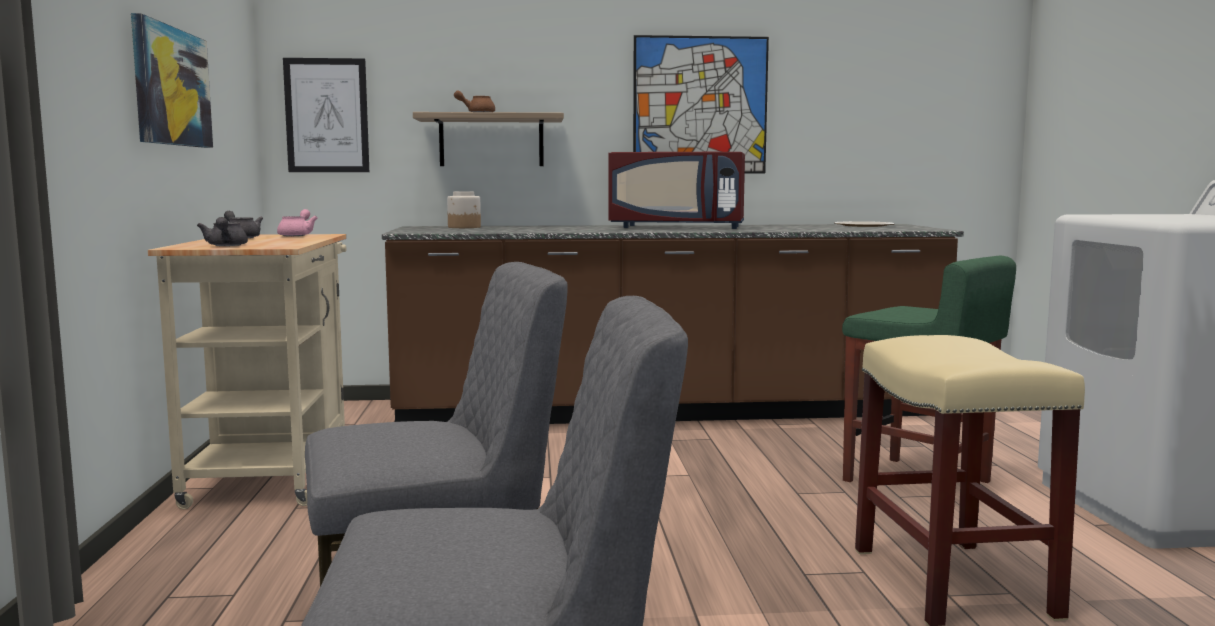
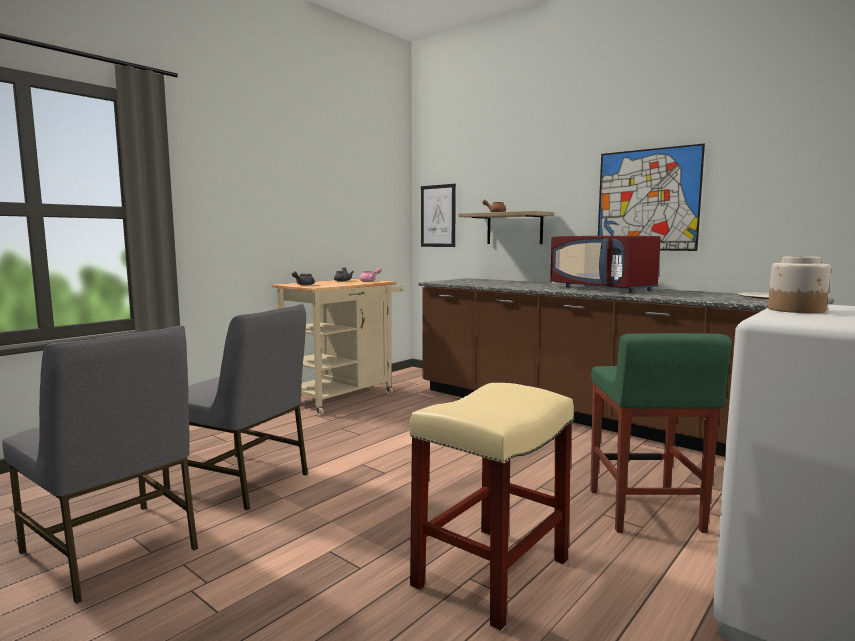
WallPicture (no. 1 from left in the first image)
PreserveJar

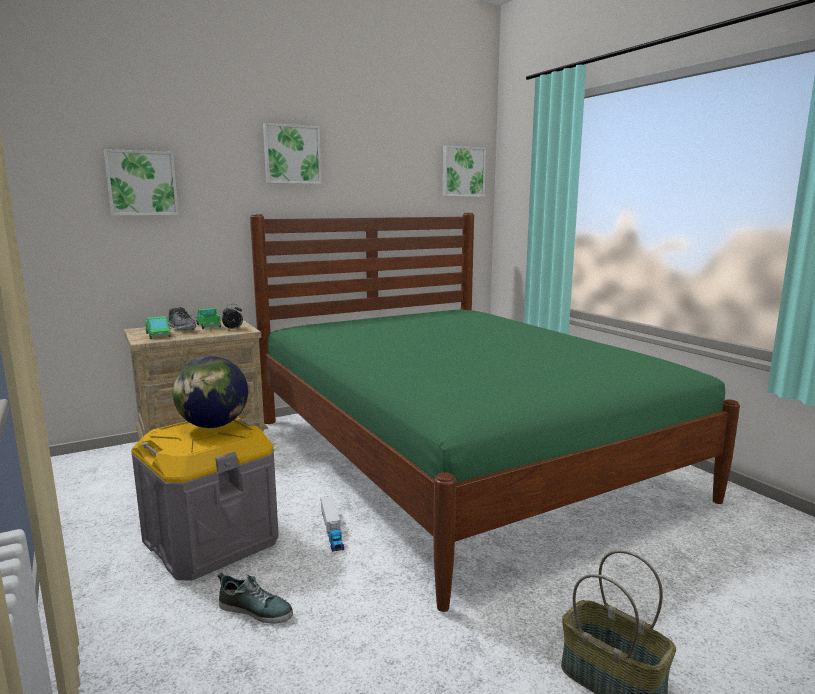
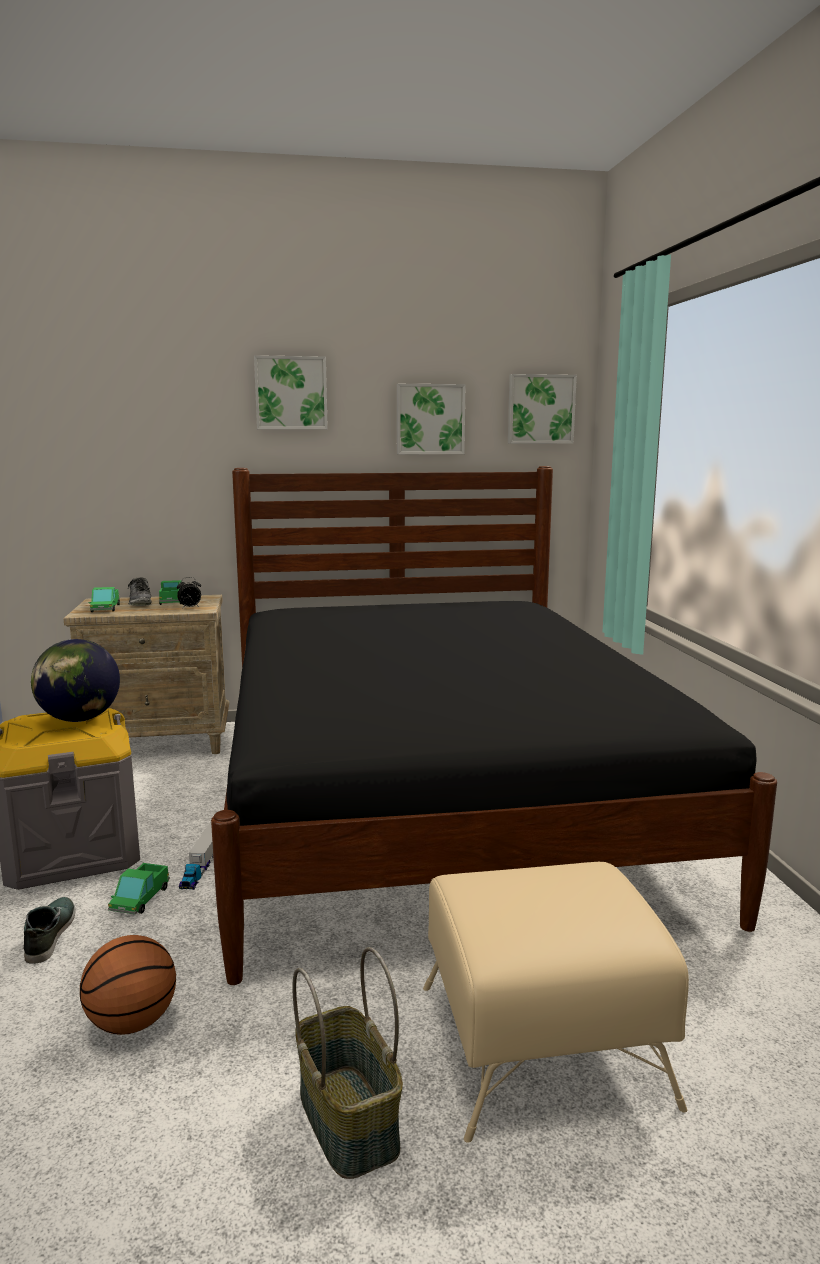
WallPicture (no. 2 from left)
BlackBed
LowShoe (no. 1 from left)
BeigeFootrest
ModelTruck (no. 2 from left)
BasketballBall

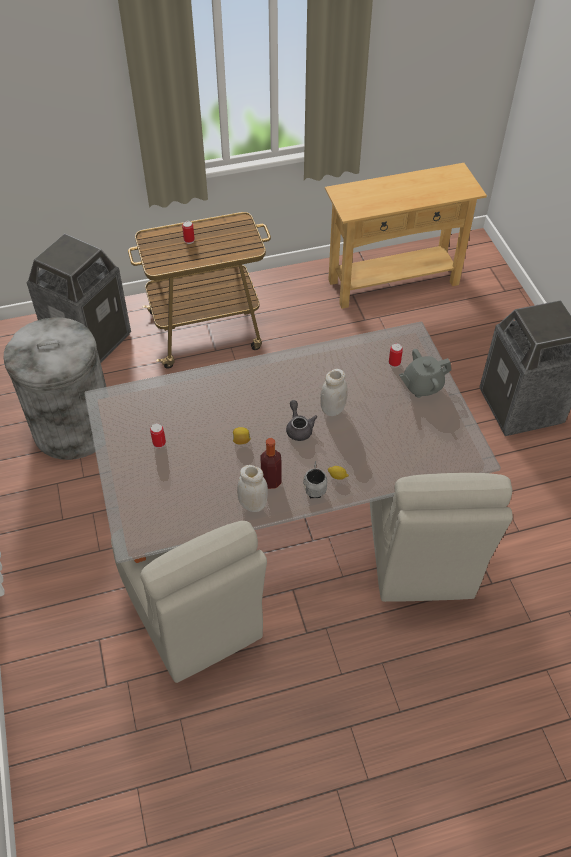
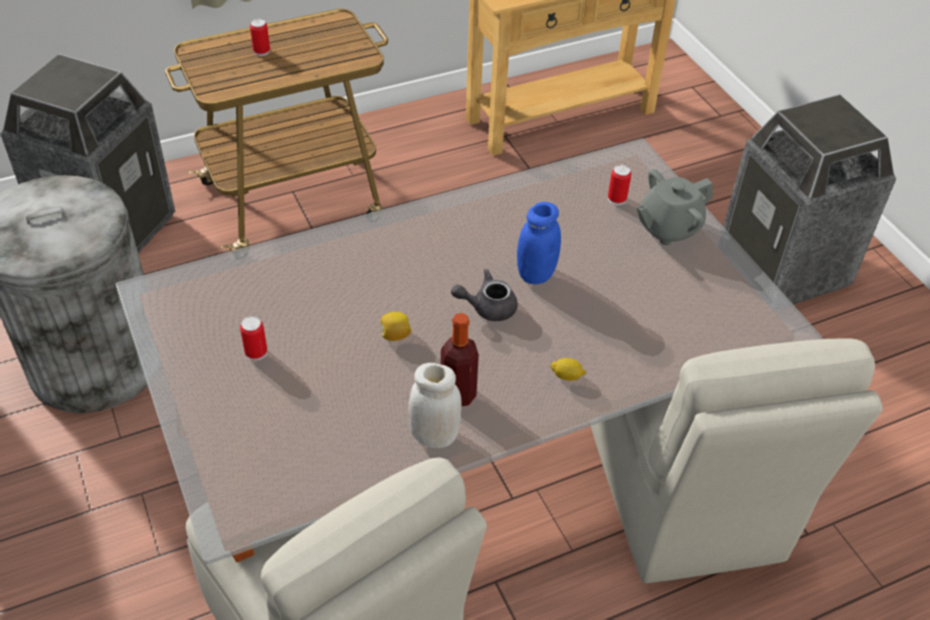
BluePreserveJar
GrayTeapot (no. 1 from left)
GrayMug

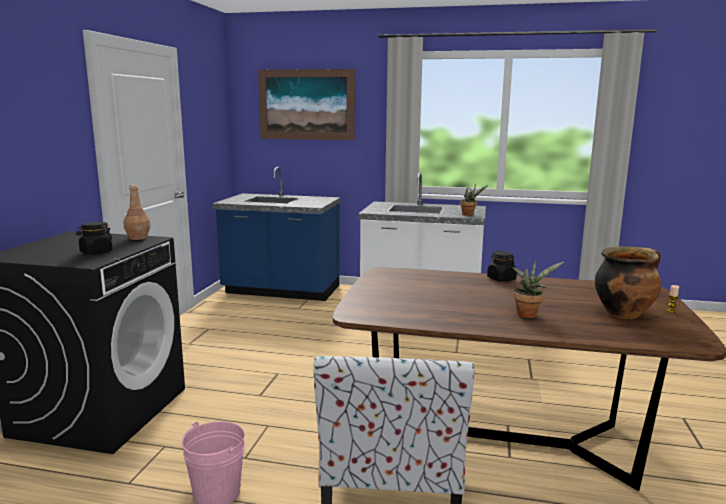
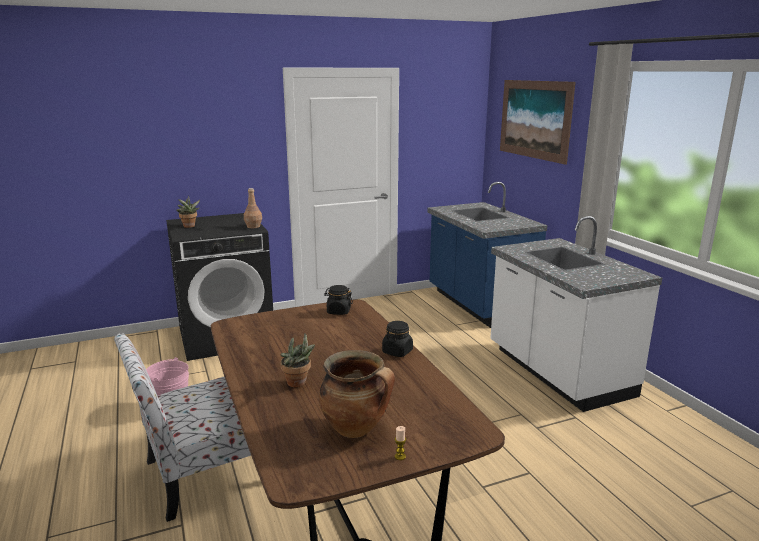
Houseplant (no. 1 from left)
BlackPreserveJar (no. 1 from left)

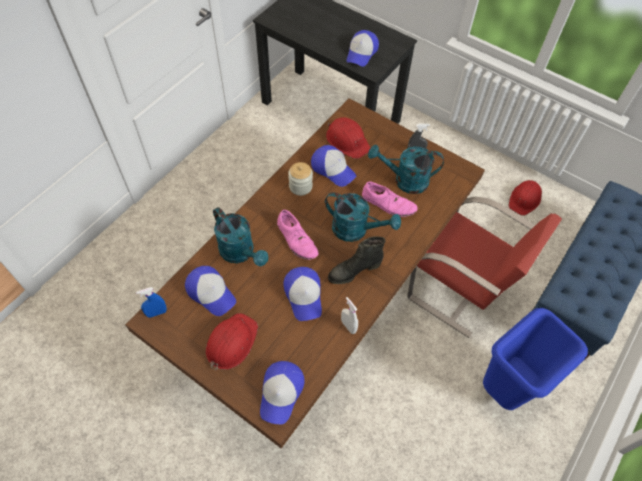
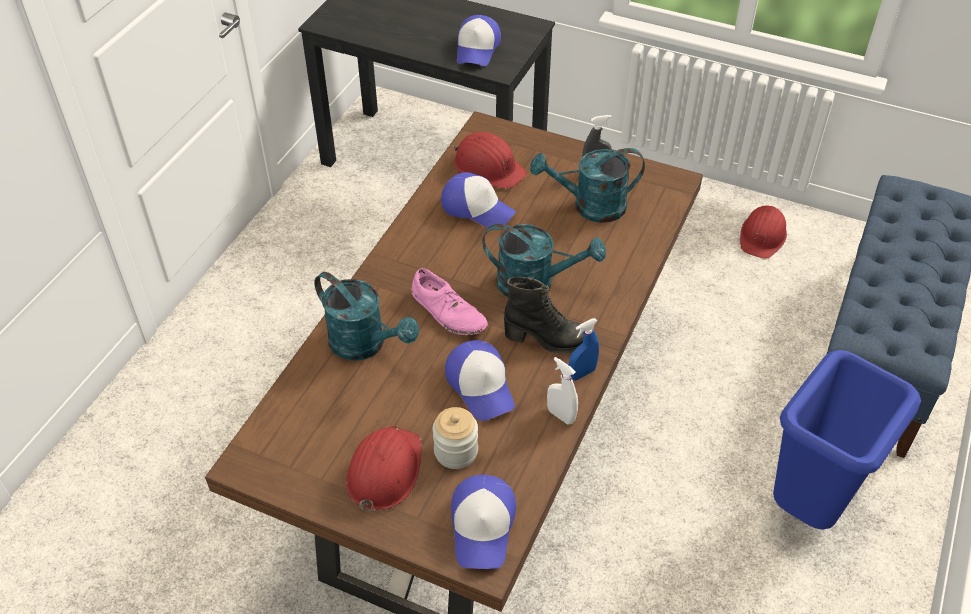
PreserveJar
PinkishLowShoe (no. 2 from left in the first image)
ReddishChair
BlackHighTopBoot
BaseballCap (no. 1 from left in the first image)
BlueHandSprayer

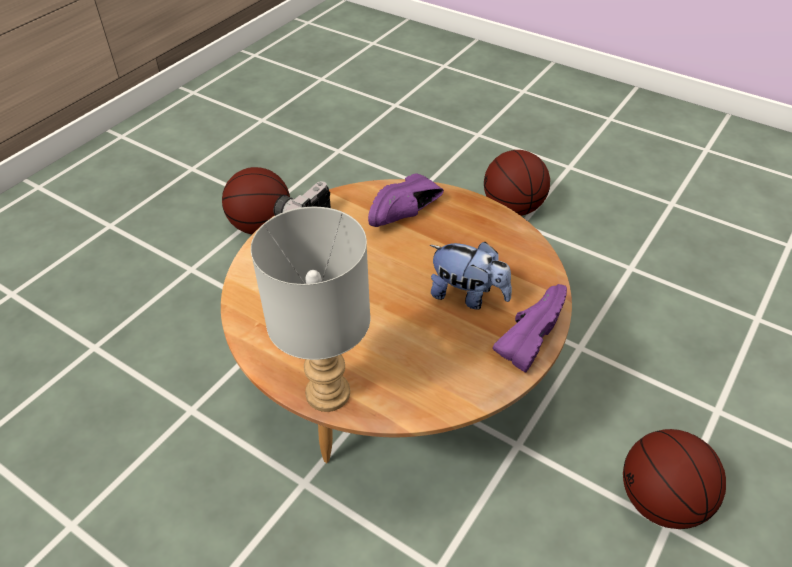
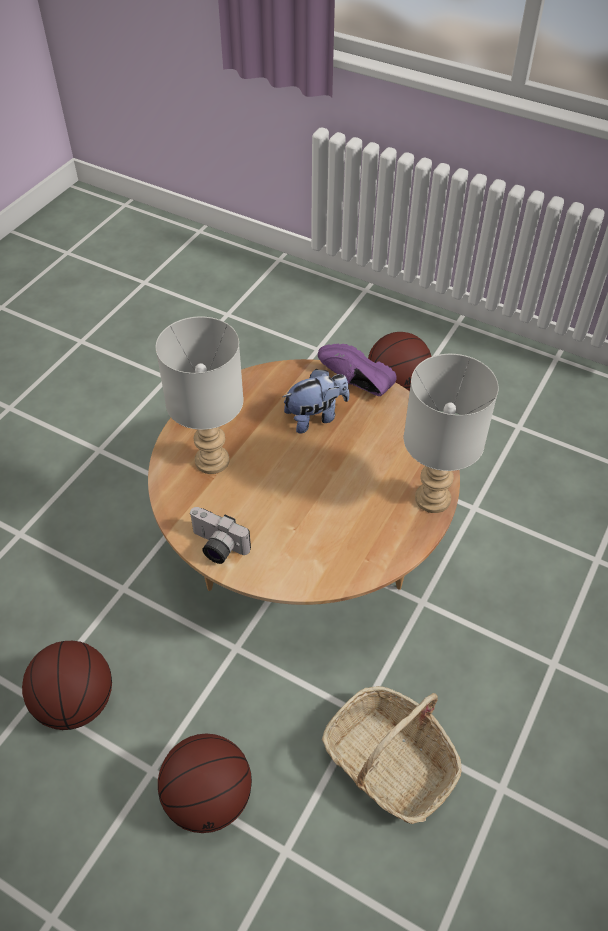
BasketballBall (no. 2 from left)
GrayTableLamp (no. 1 from left)
SoftToy
Basket

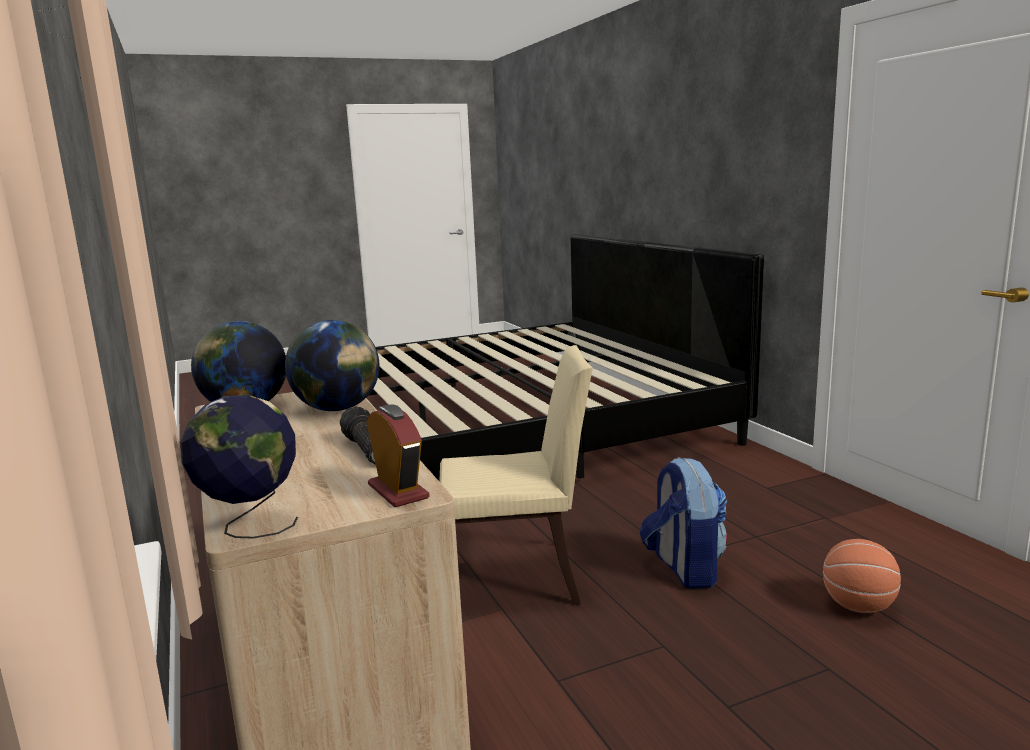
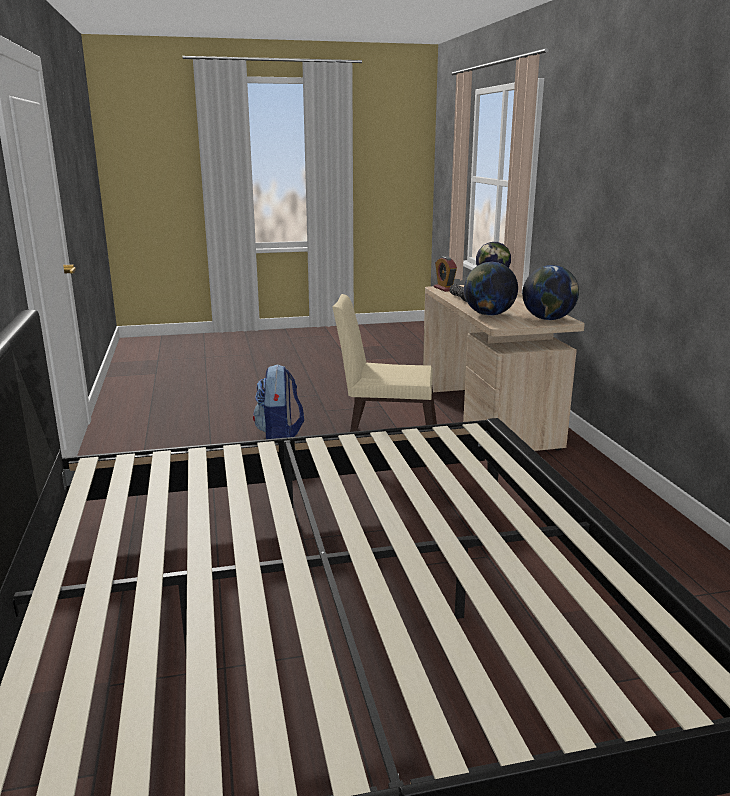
BasketballBall

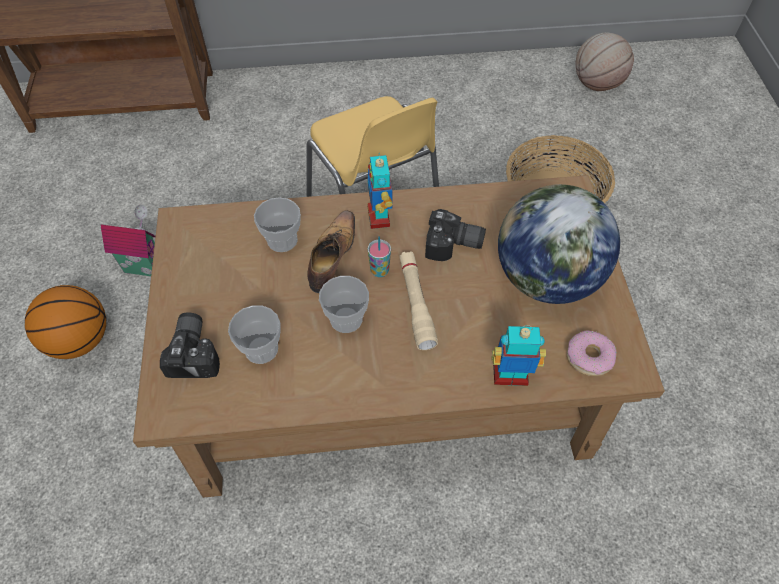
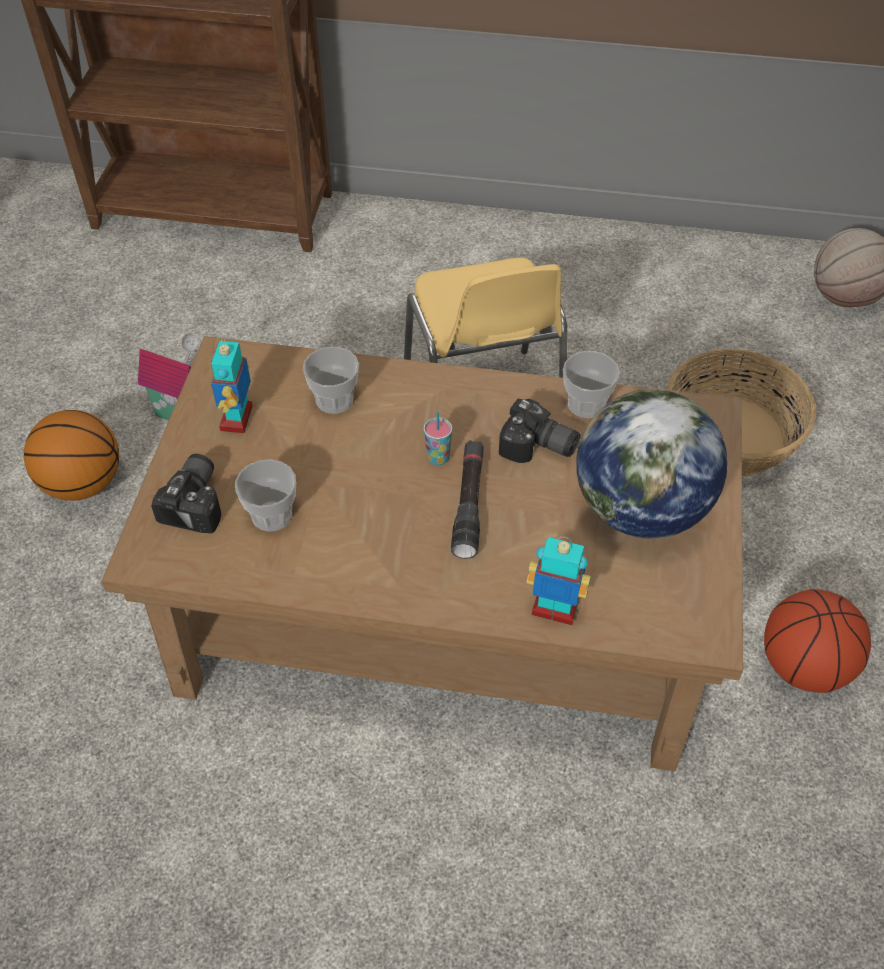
ModelRobot (no. 1 from left)
LowShoe
BlackTorch
Cup (no. 4 from left)
Donut
BasketballBall (no. 2 from left)

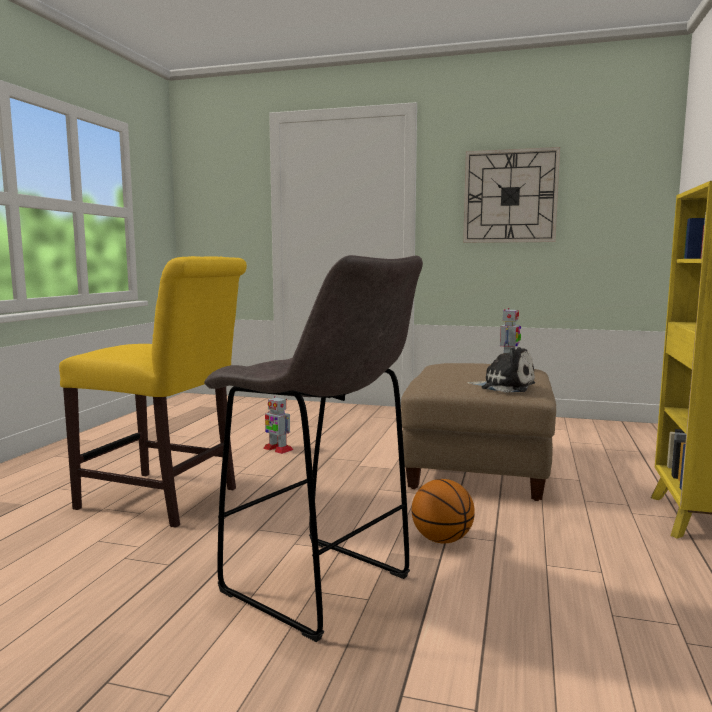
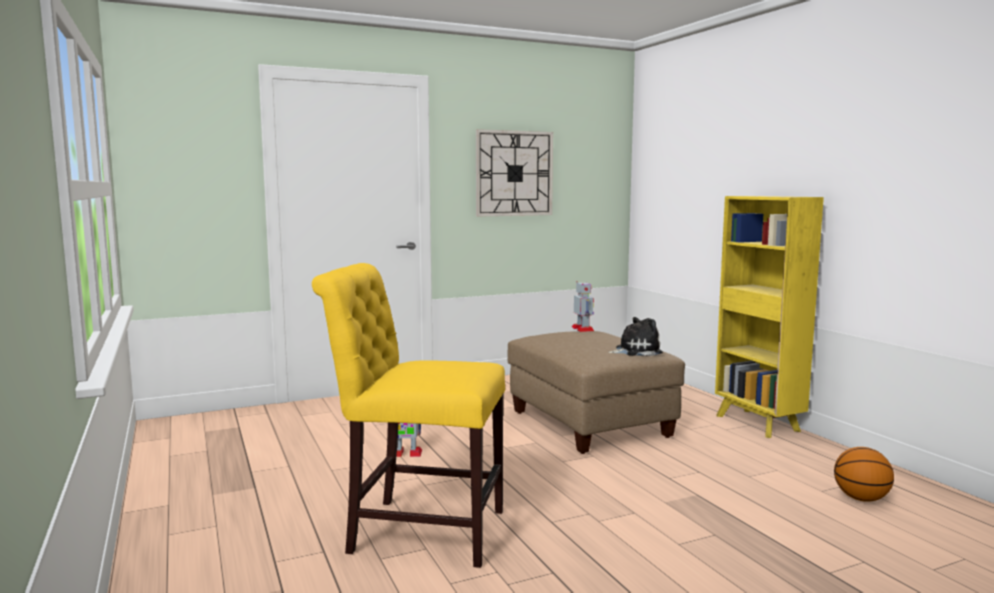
GraySittingStool
YellowishChair
BasketballBall

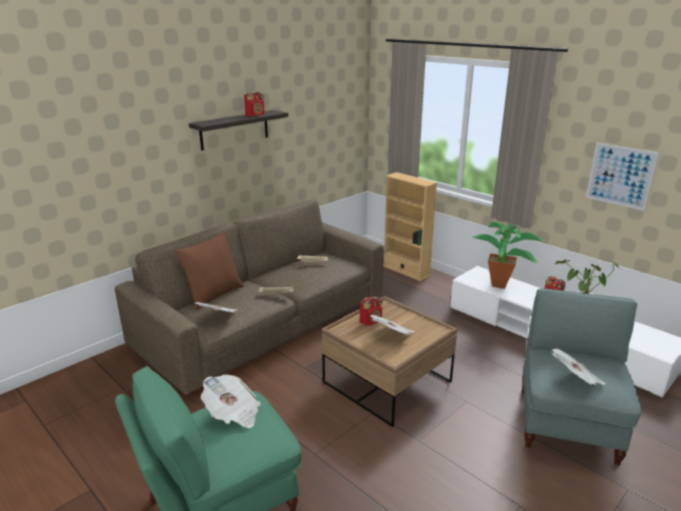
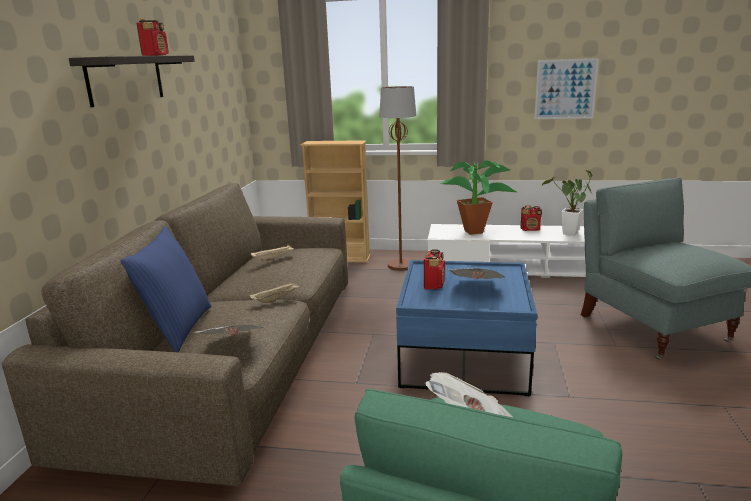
BlueCushion
BlueLowTable
DailyPaper (no. 4 from left in the first image)
BrownStandardLamp

